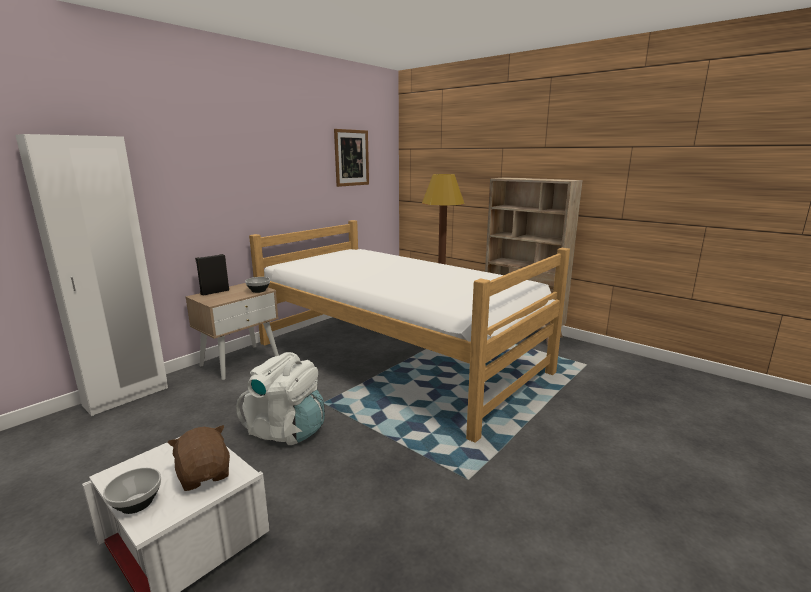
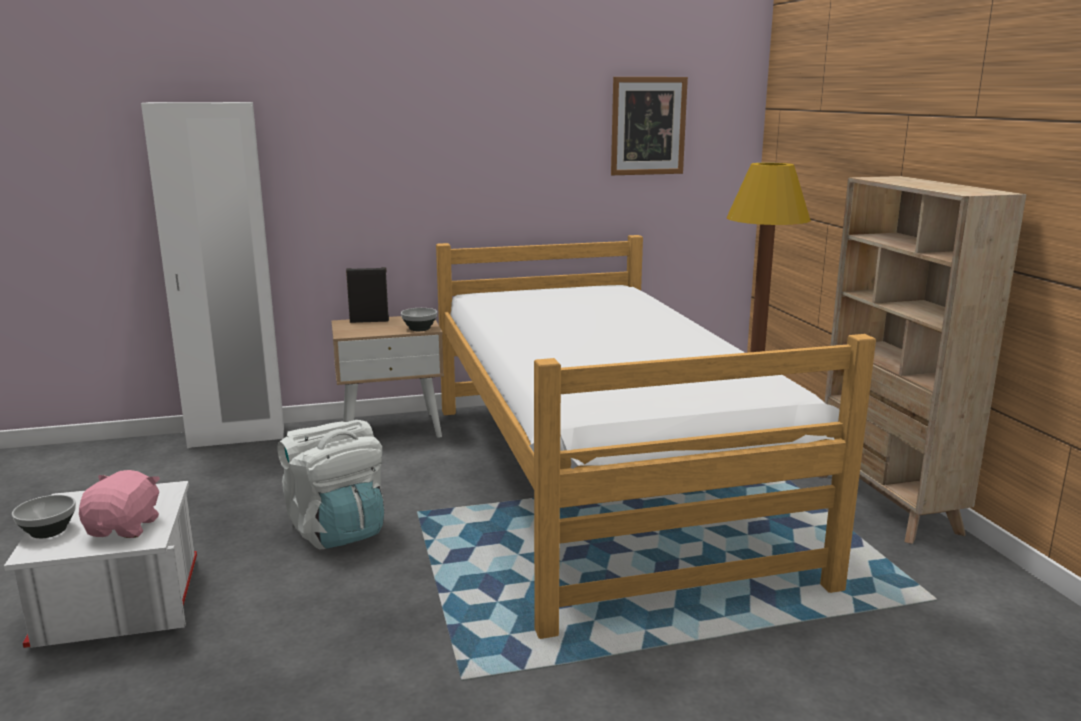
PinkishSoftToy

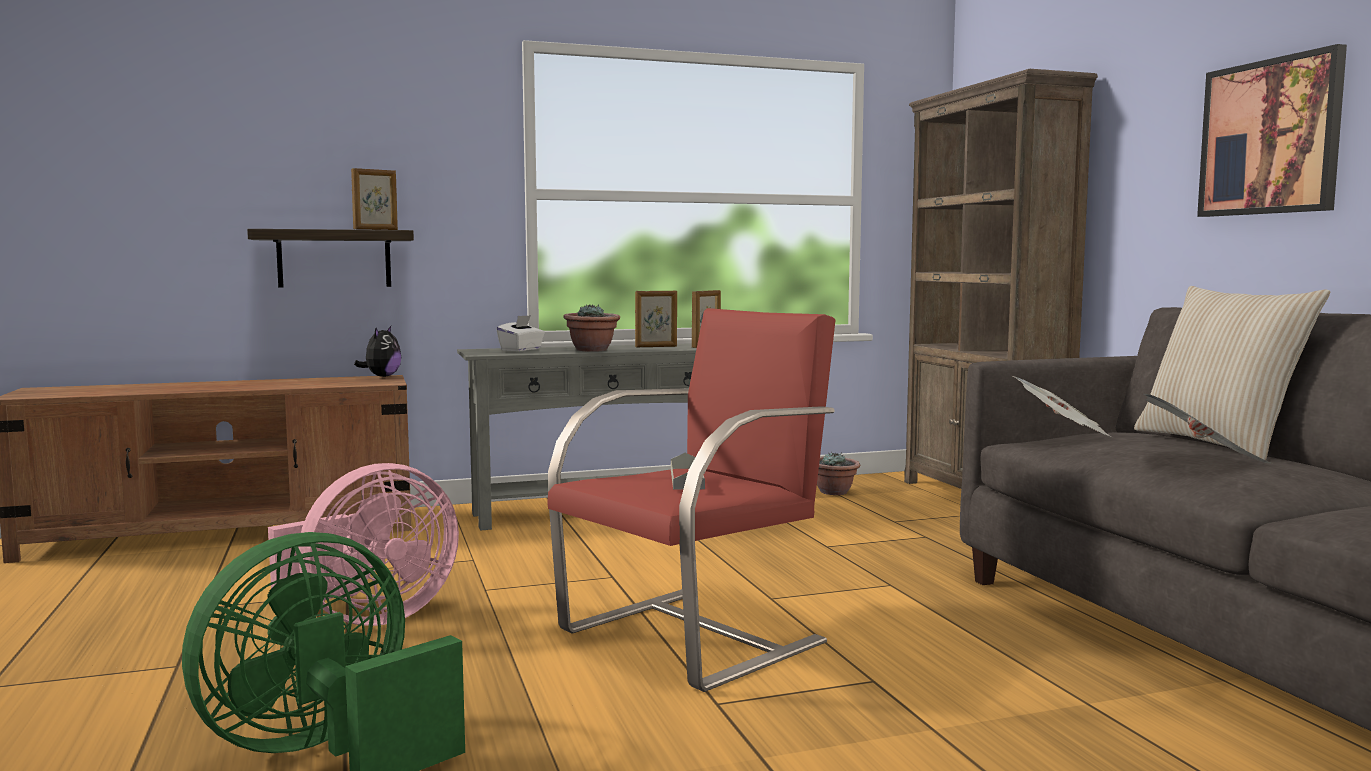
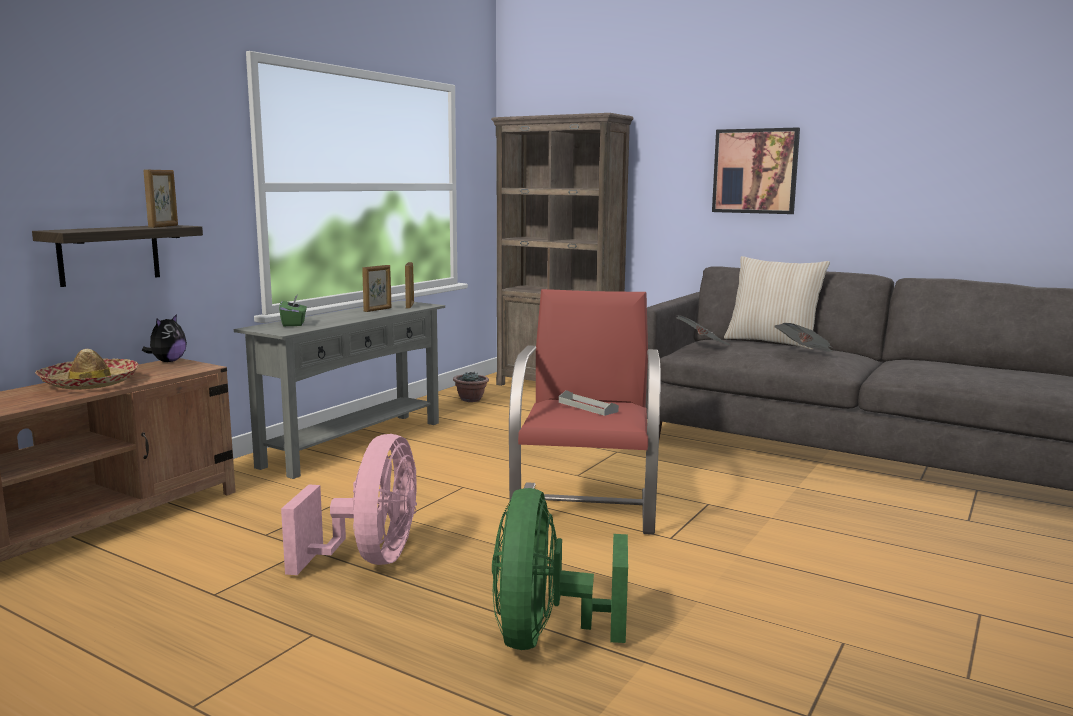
Houseplant (no. 1 from left in the first image)
GreenishTissueBox
SoftToy
ClothingHat

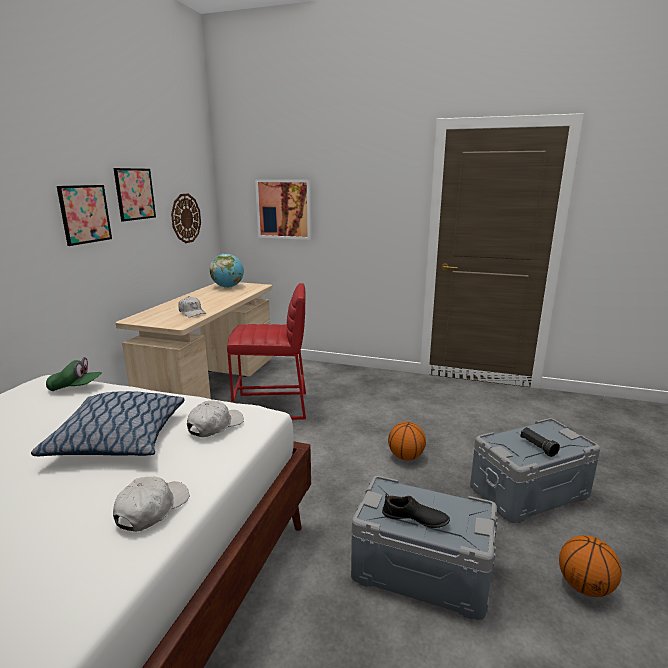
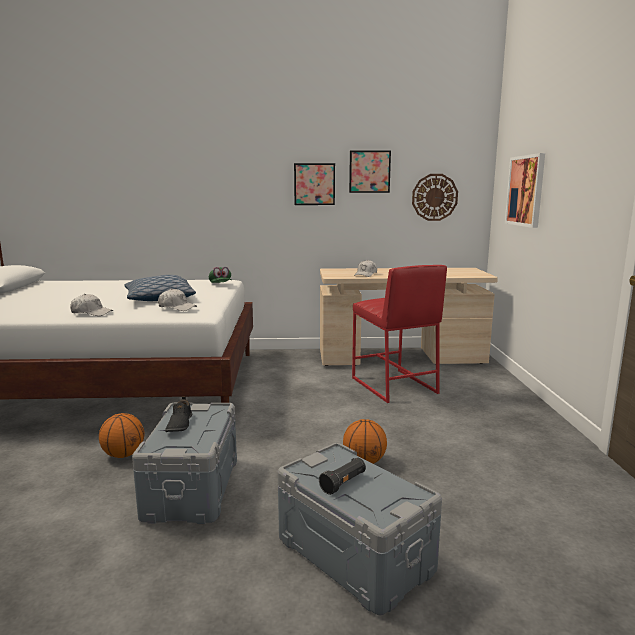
WorldGlobe
BasketballBall (no. 1 from left)

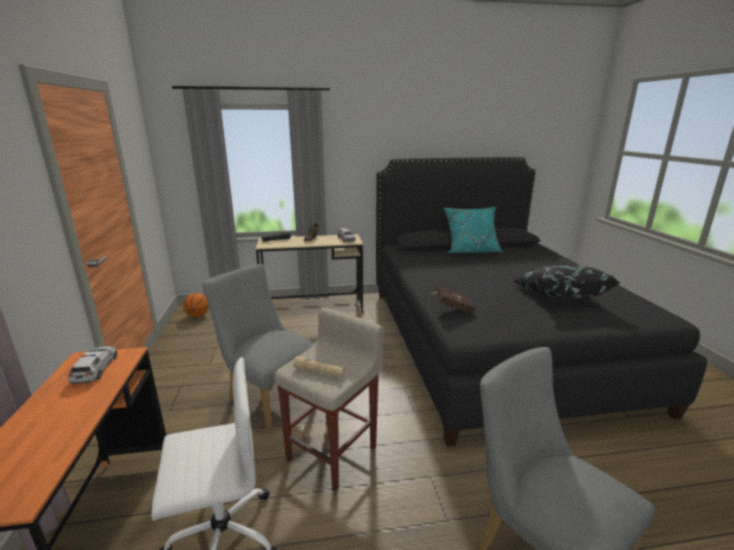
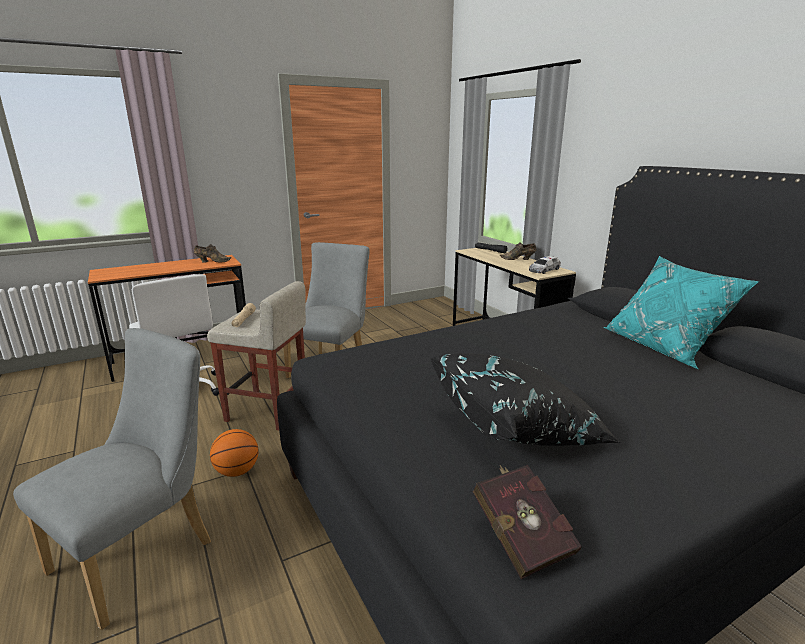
ReddishVolume
BasketballBall
BrownLowShoe (no. 1 from left)

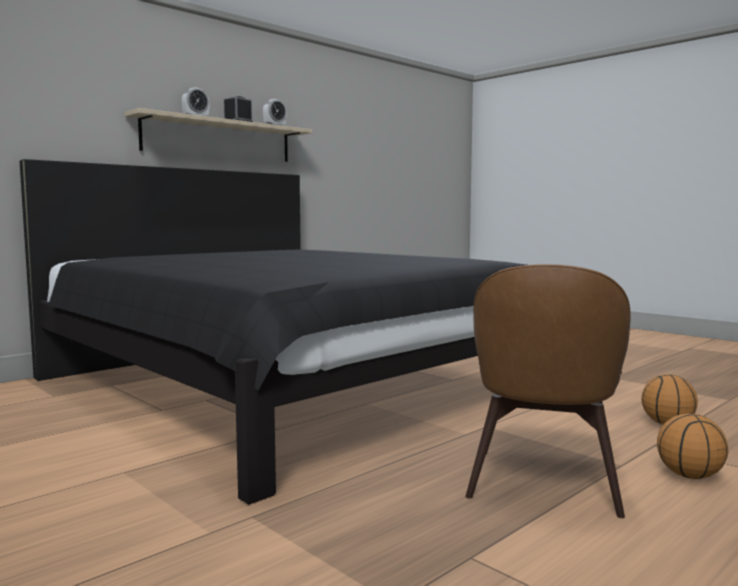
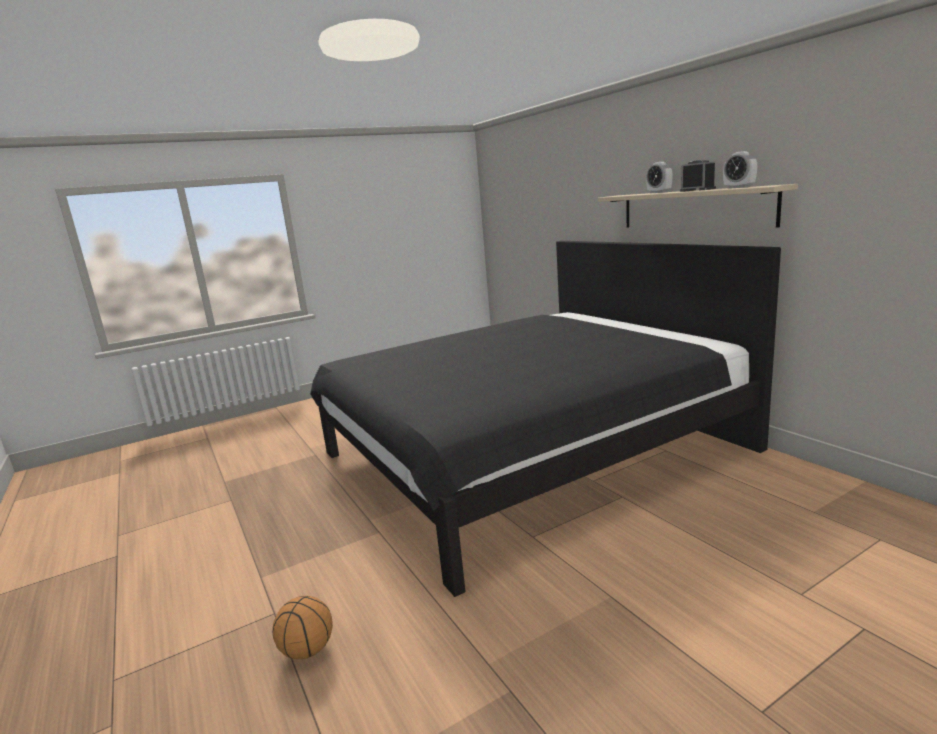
BrownChair
BasketballBall (no. 2 from left in the first image)

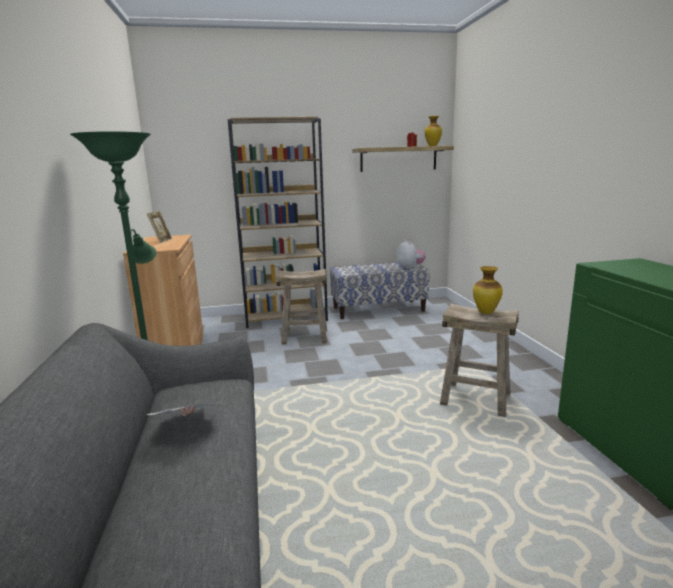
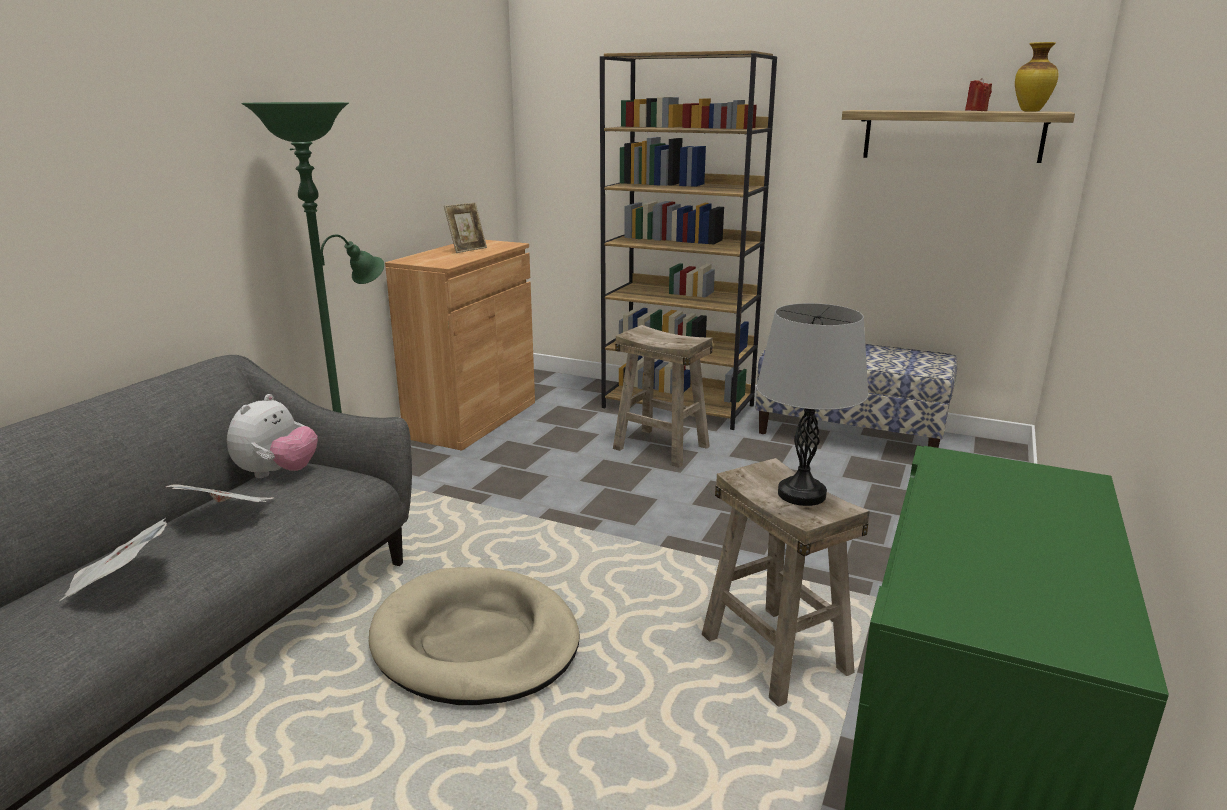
SoftToy
GrayTableLamp
DailyPaper (no. 1 from left)
BeigeDogBed

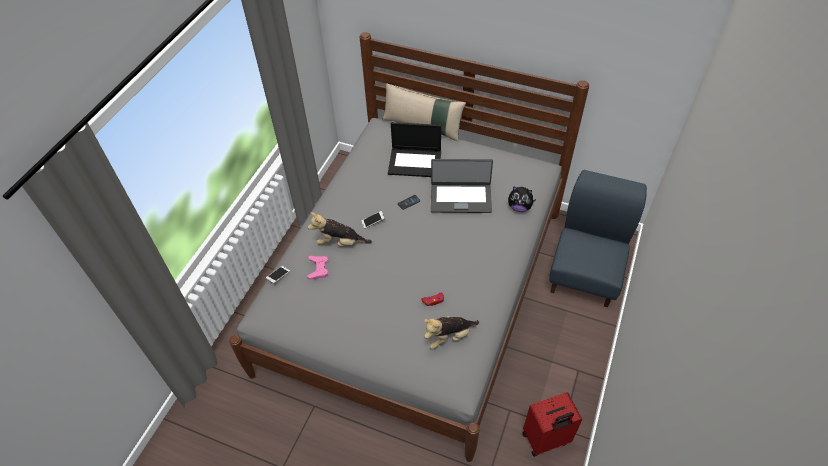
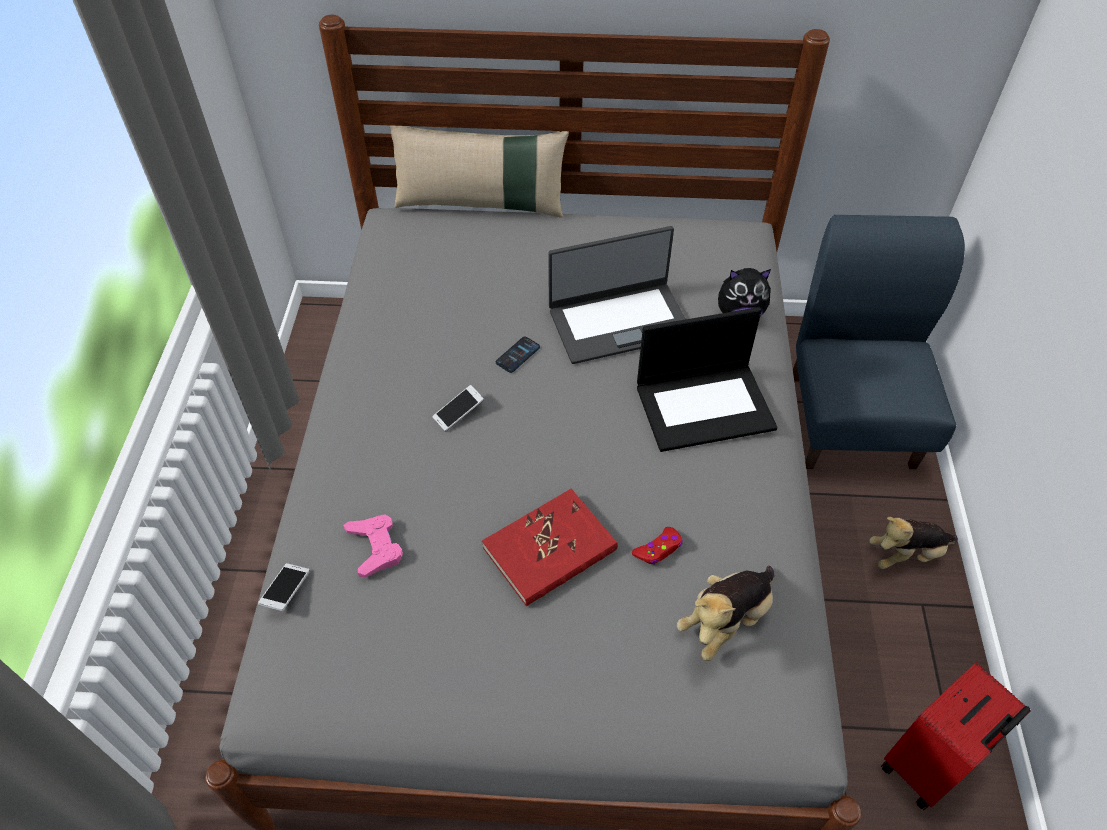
Laptop (no. 2 from left)
SoftToy (no. 3 from left)
ReddishVolume

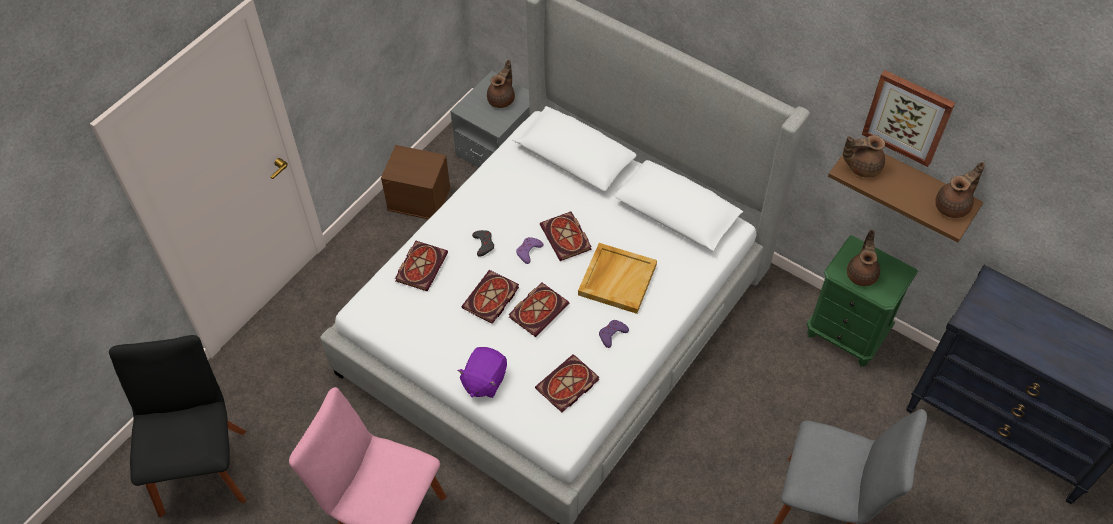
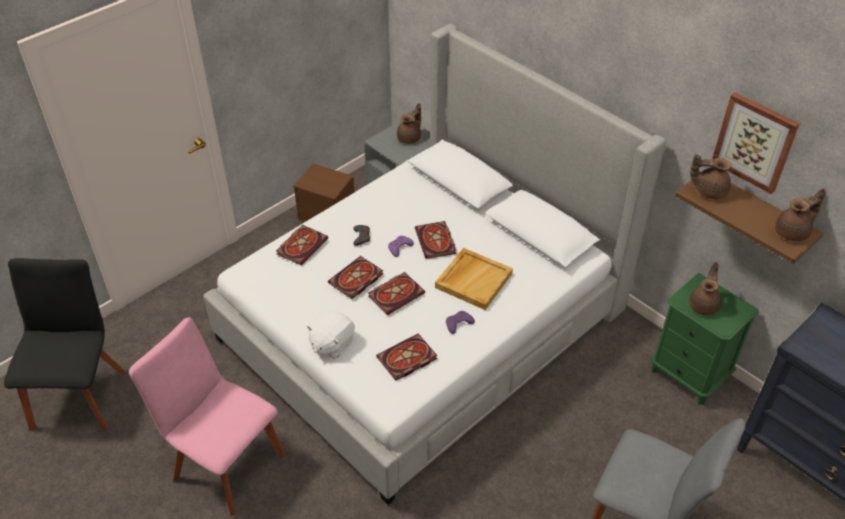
WhitishSoftToy

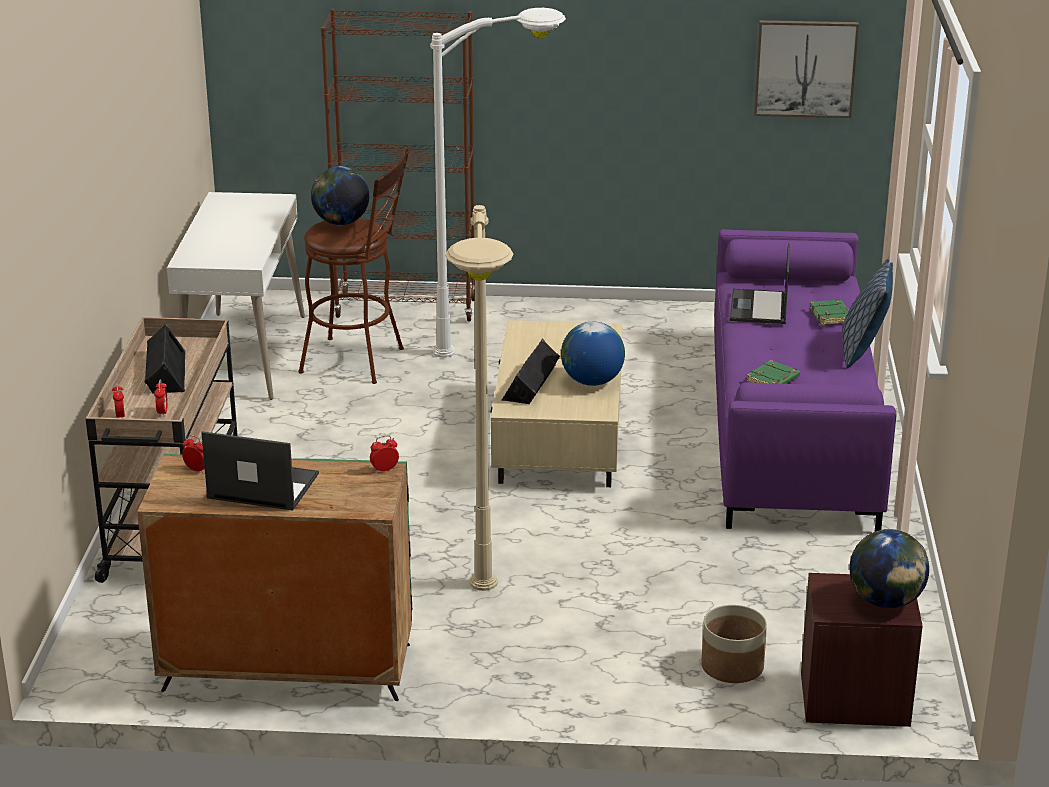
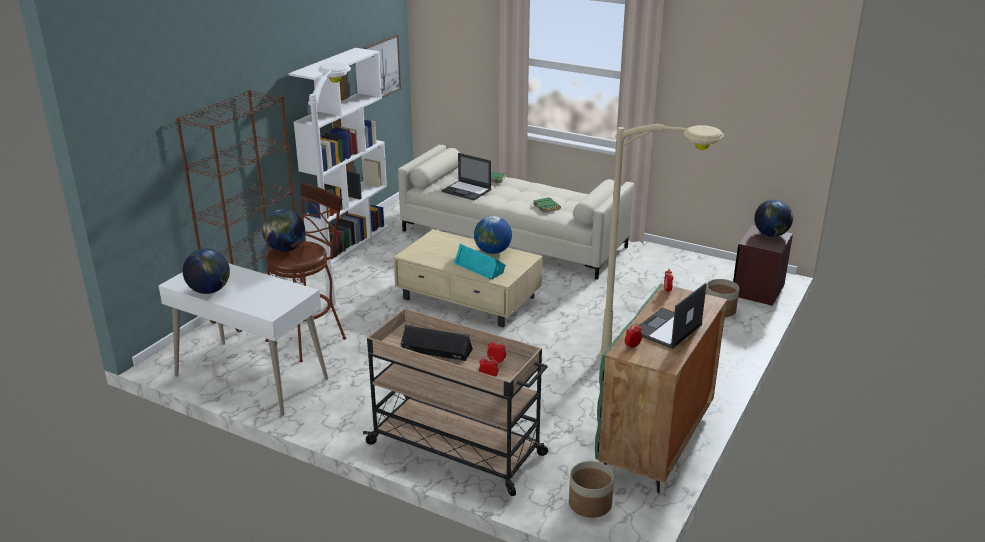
BeigeCouch
Cushion
TurquoiseColouredSpeaker
WhitishBookcase
WorldGlobe (no. 1 from left)
PlantPot (no. 1 from left)

